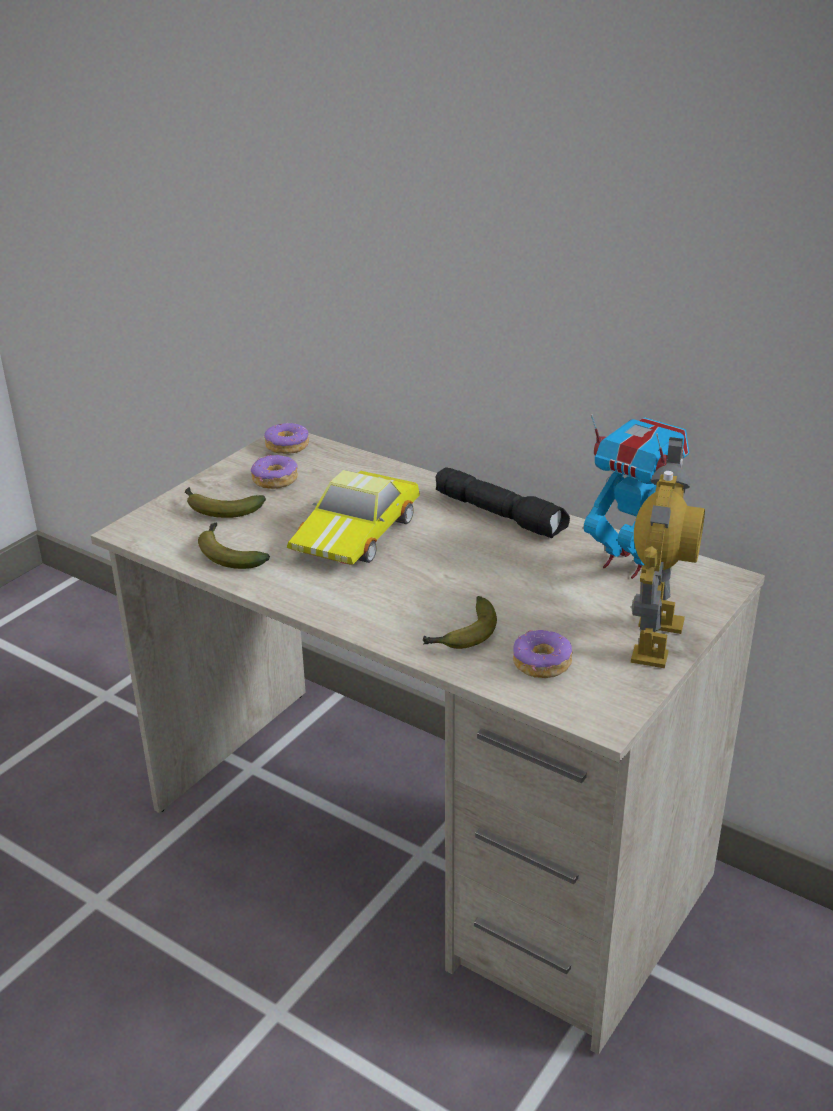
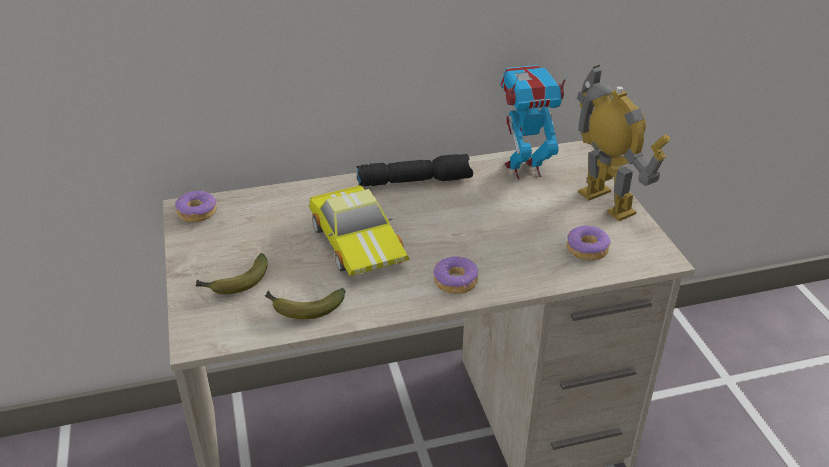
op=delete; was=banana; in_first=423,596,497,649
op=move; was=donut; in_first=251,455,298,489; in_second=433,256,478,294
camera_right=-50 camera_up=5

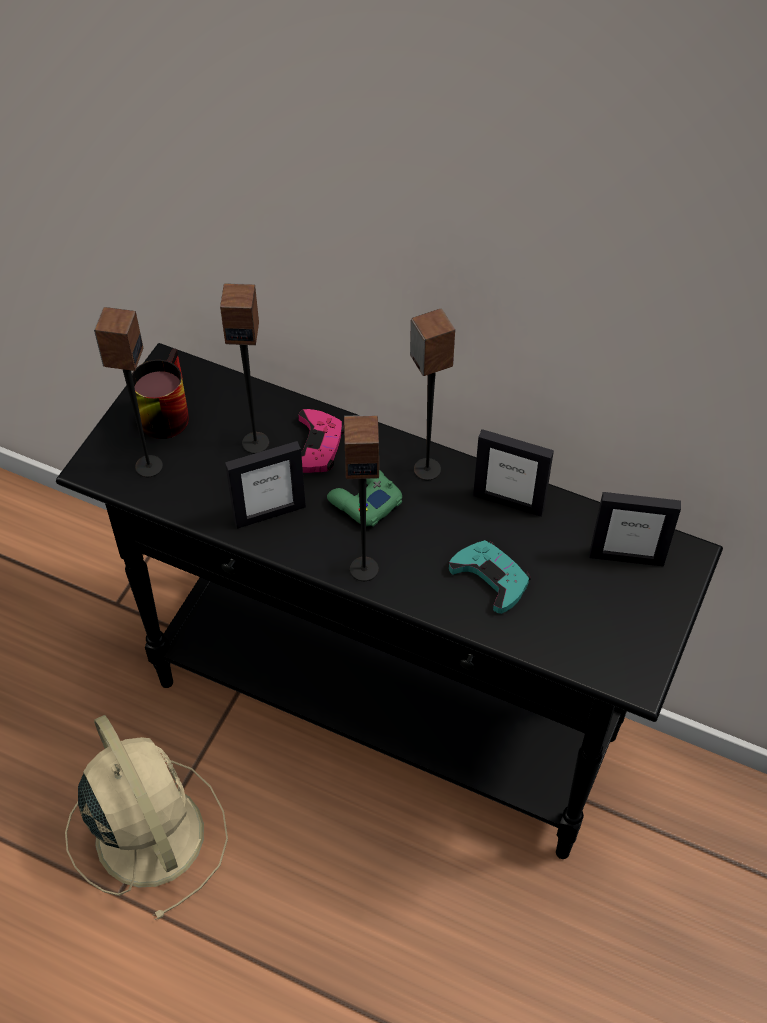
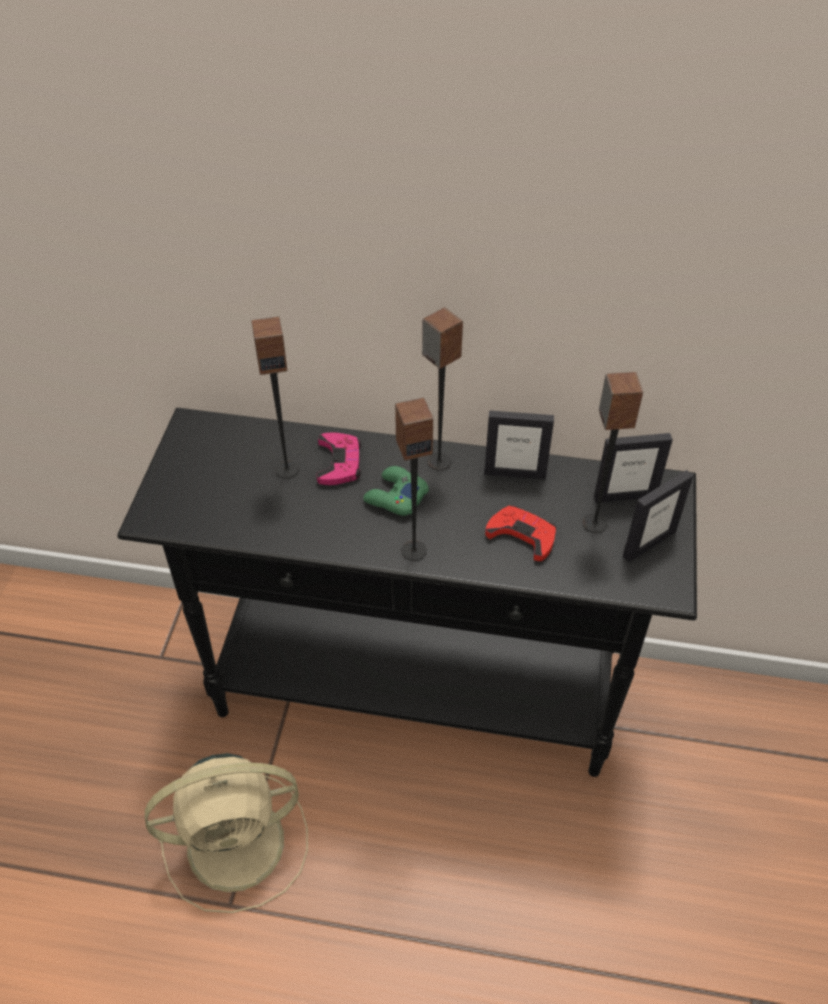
op=delete; was=mug; in_first=132,348,189,439
op=move; was=speaker; in_first=94,307,163,477; in_second=582,372,643,533
op=move; was=picture frame; in_first=225,441,306,529; in_second=623,470,693,562
op=recolor; was=turquoise game controller; now=red game controller; in_first=449,540,531,614; in_second=485,506,556,561
op=rotate; was=beige fan; in_first=65,715,228,920; in_second=145,753,308,913; clockwise=120
camera_right=-15 camera_up=-5

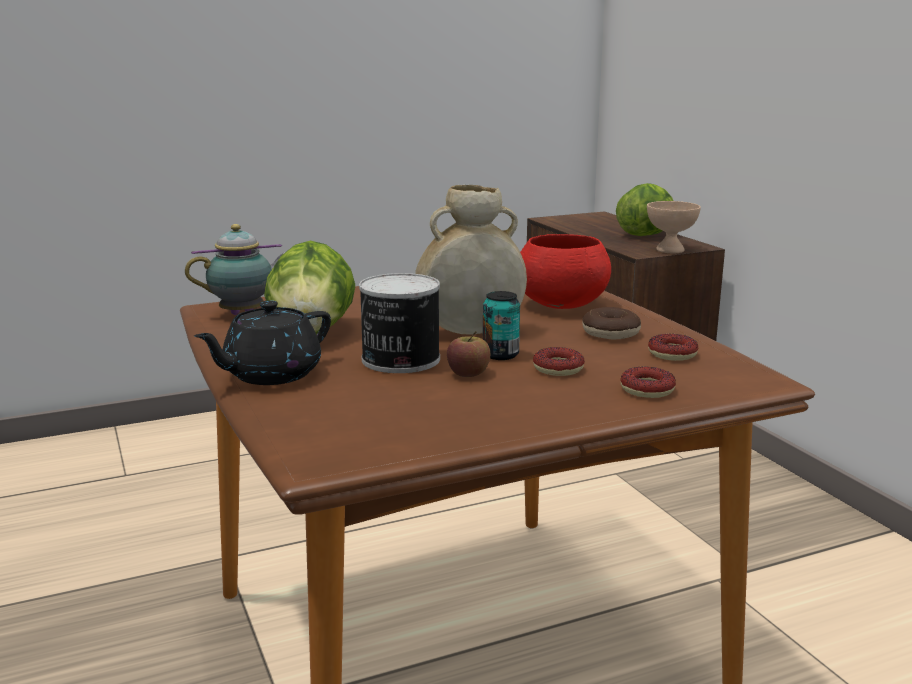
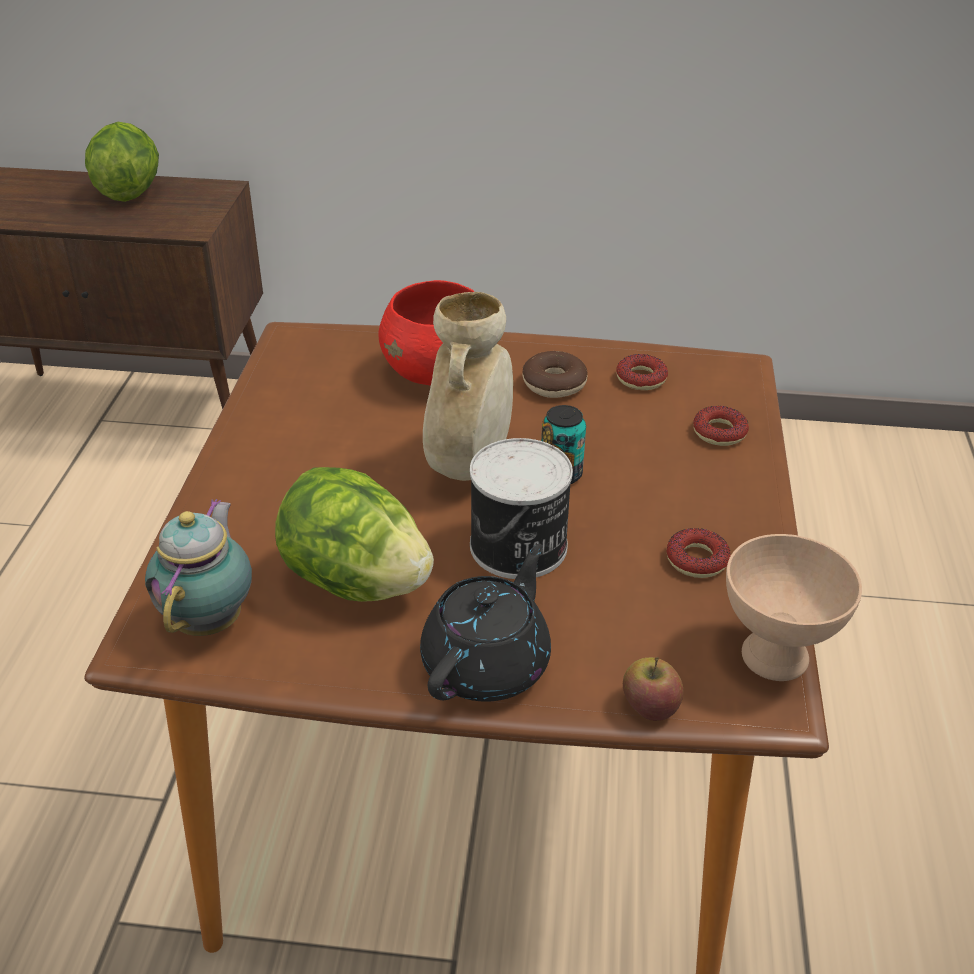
op=move; was=apple; in_first=447,331,490,377; in_second=623,657,684,721
op=move; was=donut; in_first=533,347,585,376; in_second=666,528,731,578
op=move; was=beige bowl; in_first=647,201,701,253; in_second=726,534,862,681
op=rotate; was=black teapot; in_first=194,300,331,385; in_second=420,544,551,702; clockwise=-135
camera_right=-60 camera_up=20

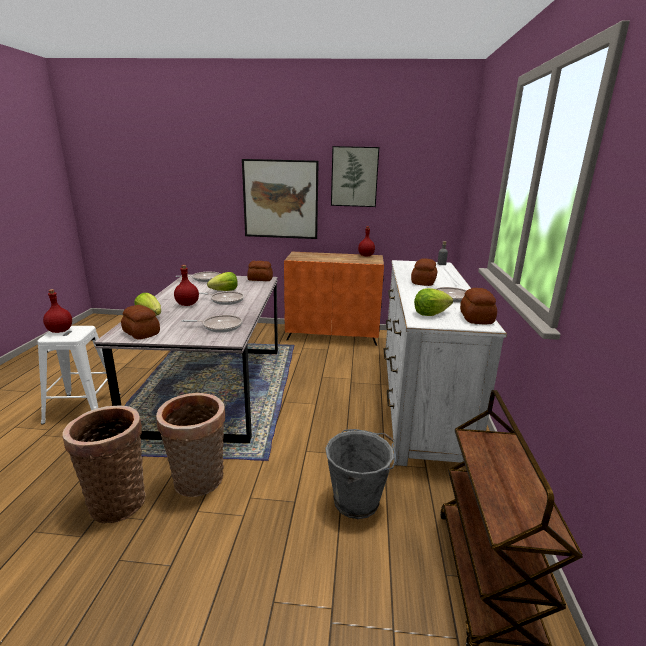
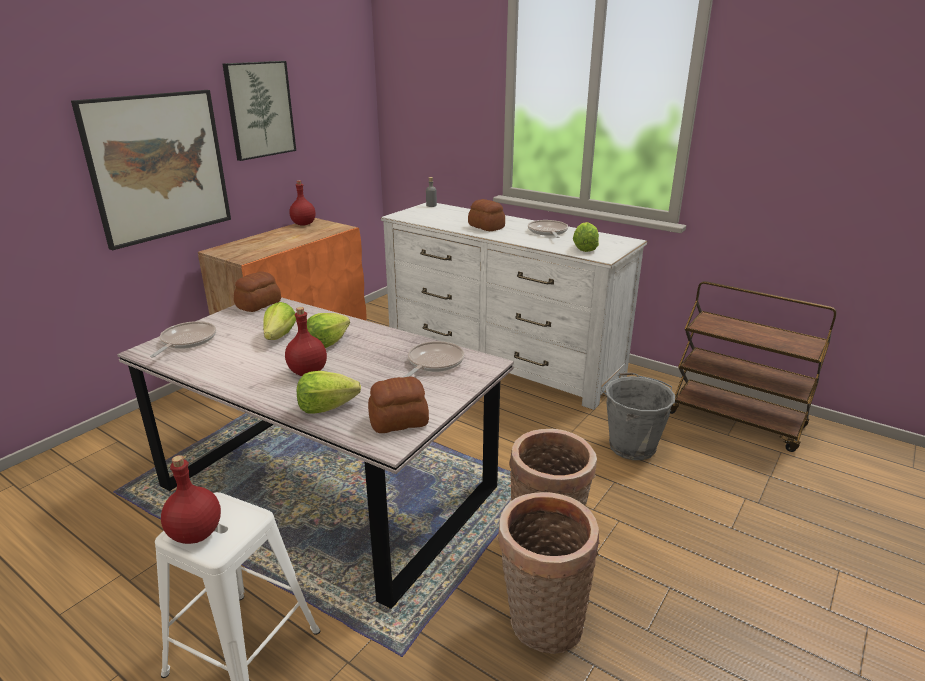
op=delete; was=bread; in_first=460,288,497,324
op=replace; was=frying pan; now=lettuce; in_first=199,291,244,305; in_second=307,313,350,348
camera_right=-60 camera_up=5

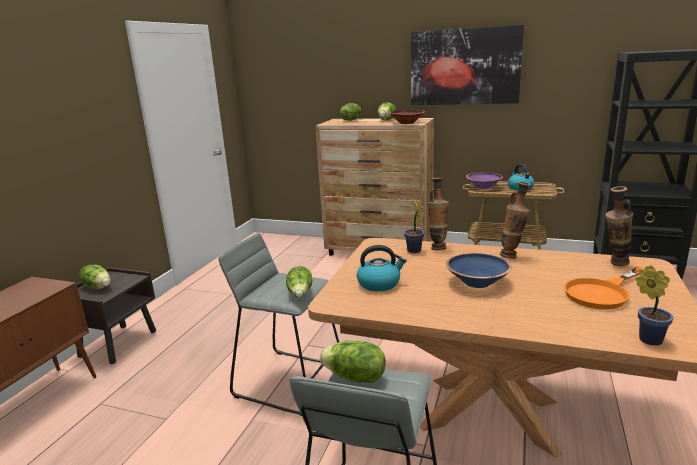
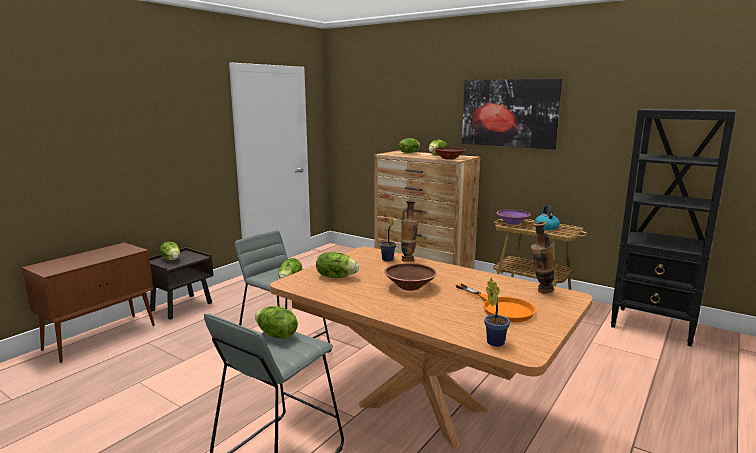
op=delete; was=vase; in_first=500,182,531,259
op=replace; was=kettle; now=lettuce; in_first=357,245,407,292; in_second=316,252,359,278
op=recolor; was=blue bowl; now=brown bowl; in_first=446,253,512,288; in_second=384,263,437,291
op=rotate; was=orange frying pan; in_first=564,267,645,309; in_second=456,283,536,322; clockwise=-105
camera_right=15 camera_up=-5

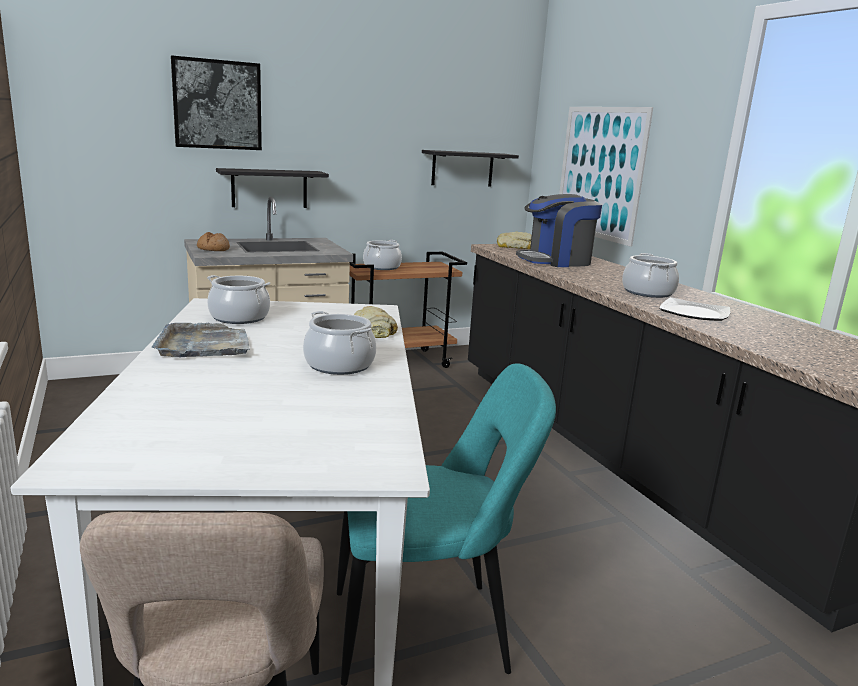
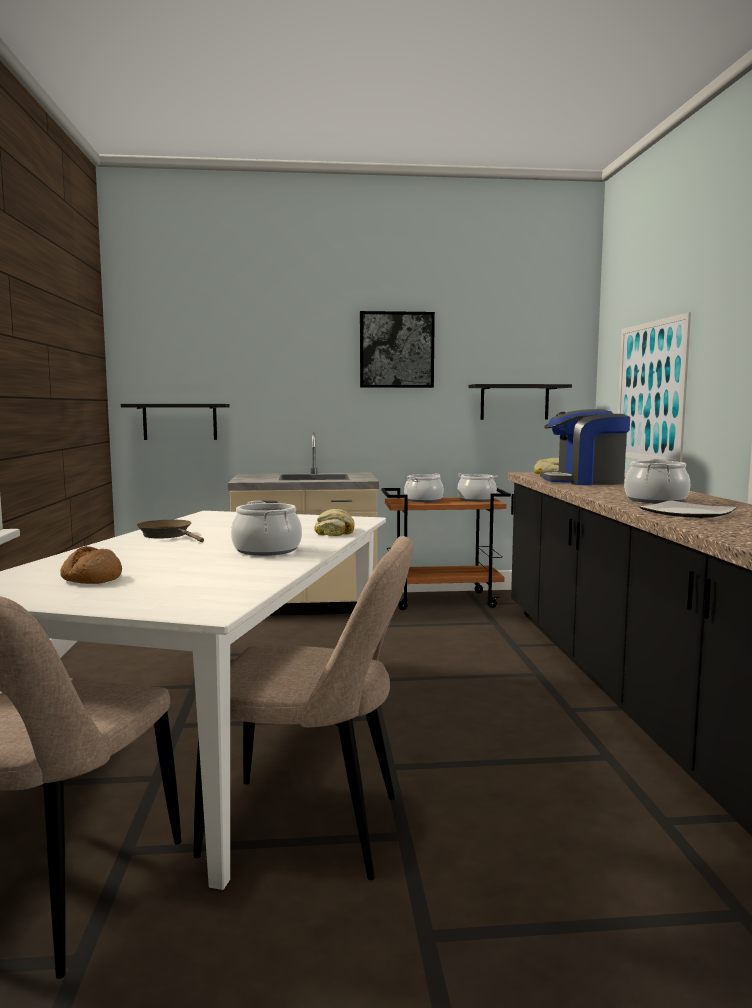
op=move; was=picture; in_first=171,55,262,150; in_second=360,311,435,388
op=move; was=bread; in_first=197,232,230,251; in_second=60,546,122,584
op=move; was=cooking pot; in_first=207,275,270,324; in_second=457,473,498,502
op=move; was=black shelf; in_first=216,168,329,208; in_second=121,404,230,440
op=replace; was=grey tray; now=brown frying pan; in_first=152,323,250,357; in_second=137,520,204,542
op=recolor; was=turquoise chair; now=beige chair; in_first=337,363,556,686; in_second=194,536,413,880
camera_right=20 camera_up=-10

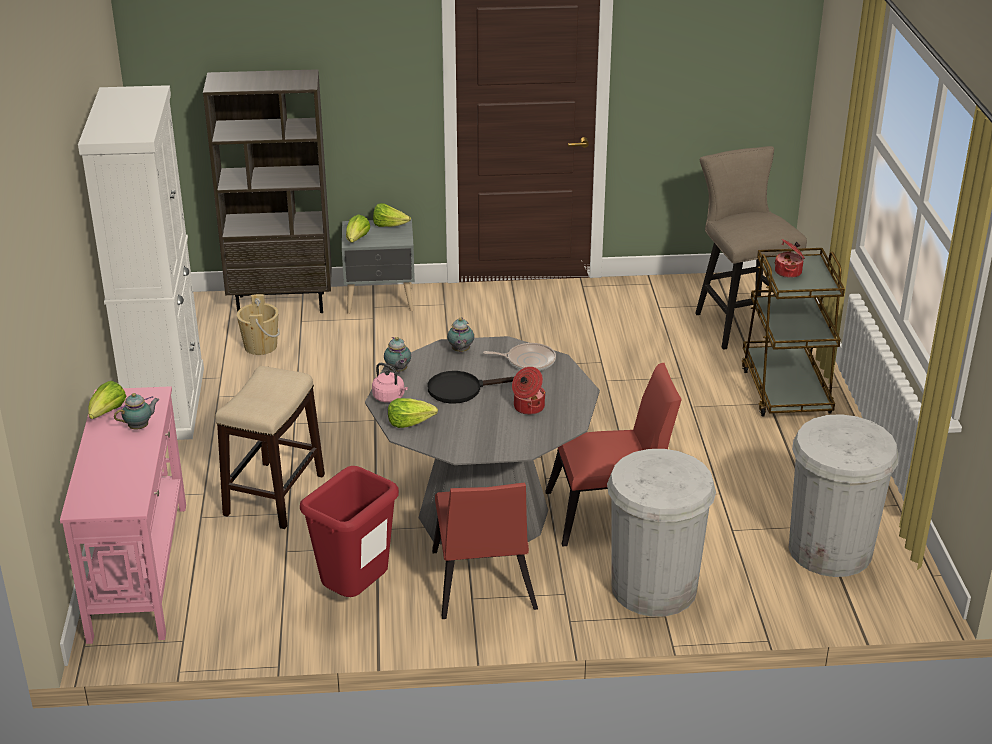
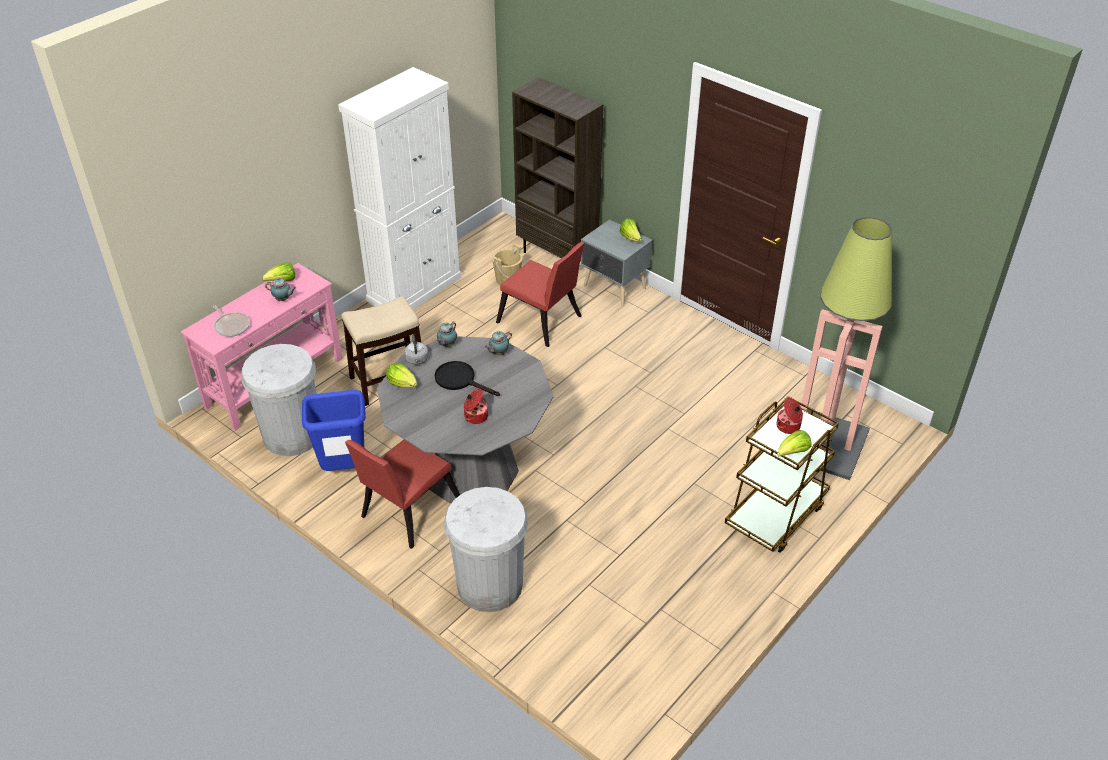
op=move; was=lettuce; in_first=346,214,370,243; in_second=777,430,812,457
op=move; was=frying pan; in_first=483,343,556,371; in_second=213,305,250,337
op=move; was=red chair; in_first=545,363,682,546; in_second=496,242,584,347
op=move; was=white trash can; in_first=789,414,899,577; in_second=241,344,316,456
op=replace; was=beige stool; now=floor lamp; in_first=695,146,807,350; in_second=800,217,892,480
op=recolor; was=red trash can; now=blue trash can; in_first=300,466,399,597; in_second=302,390,366,471
op=recolor; was=pink kettle; now=grey kettle; in_first=372,363,408,403; in_second=405,334,428,364
camera_right=45 camera_up=10

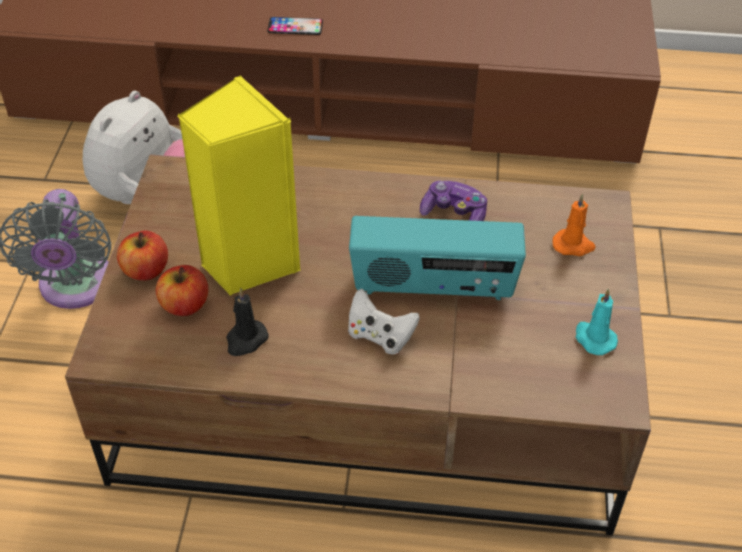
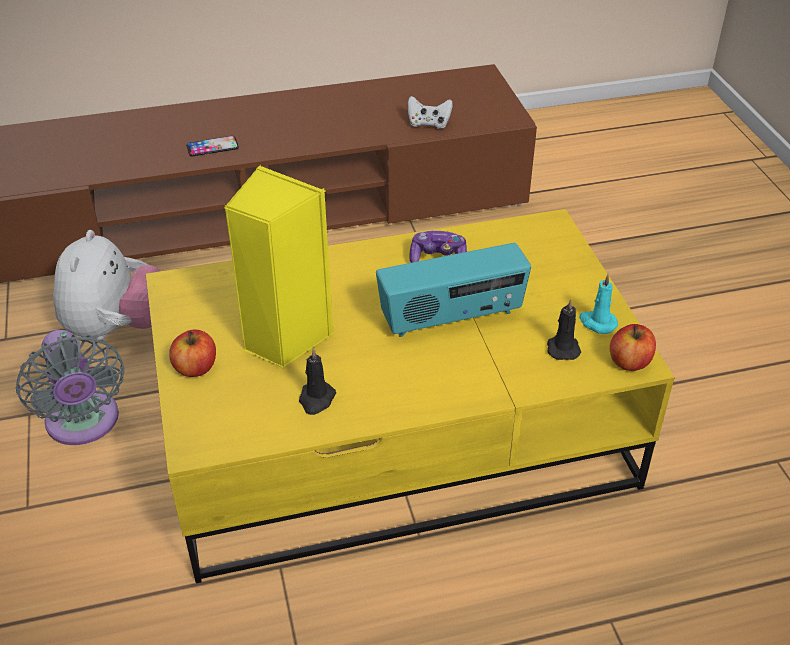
op=delete; was=orange candle; in_first=553,194,596,256
op=insert; now=black candle; in_second=547,299,581,360
op=move; was=apple; in_first=156,265,208,316; in_second=610,324,656,371
op=move; was=white game controller; in_first=348,289,420,354; in_second=408,96,453,129
op=recolor; was=brown coffee table; now=yellow coffee table; in_first=65,154,651,535; in_second=146,209,675,583
camera_right=-20 camera_up=-5

